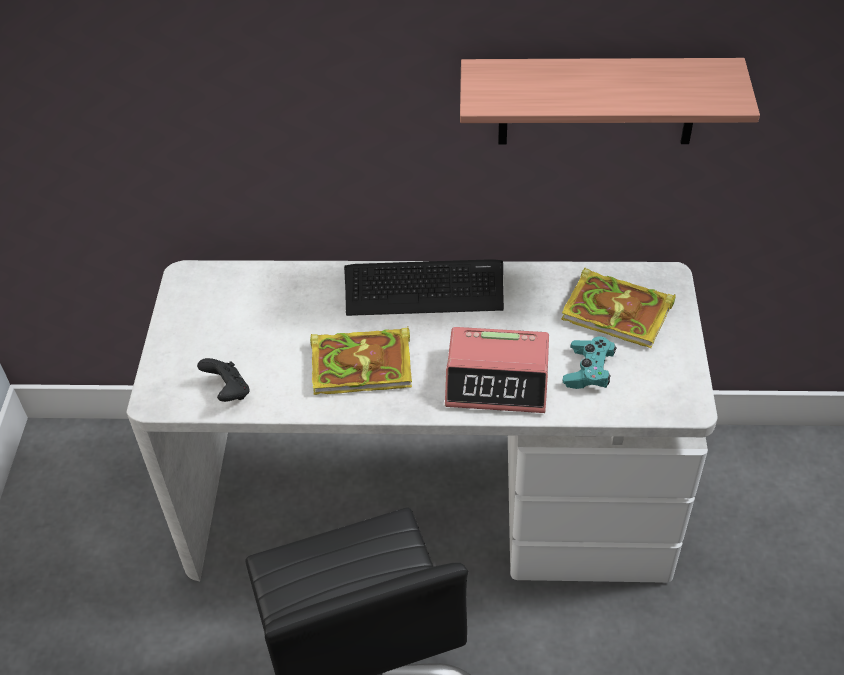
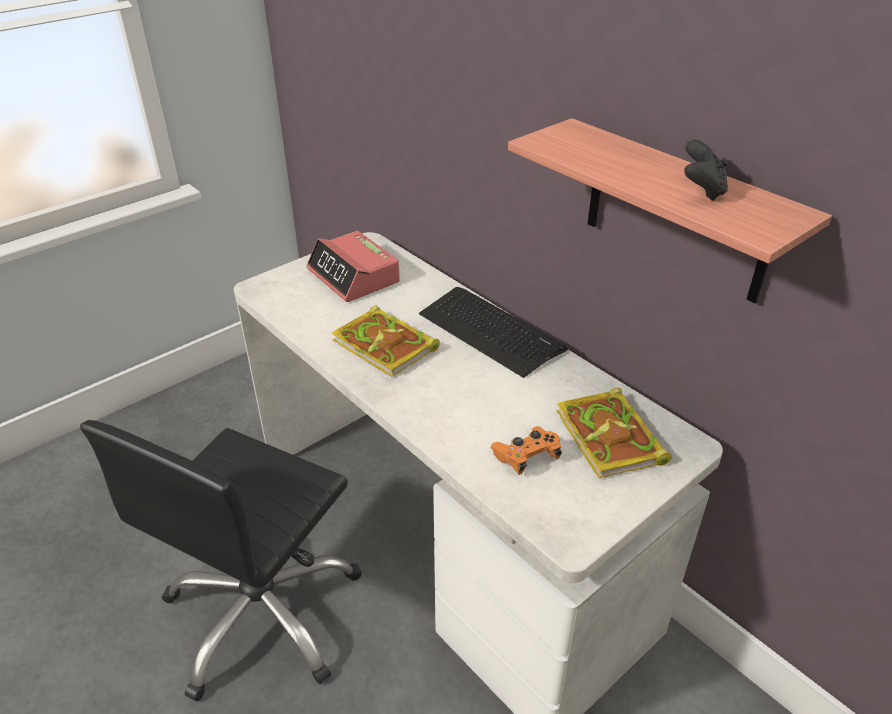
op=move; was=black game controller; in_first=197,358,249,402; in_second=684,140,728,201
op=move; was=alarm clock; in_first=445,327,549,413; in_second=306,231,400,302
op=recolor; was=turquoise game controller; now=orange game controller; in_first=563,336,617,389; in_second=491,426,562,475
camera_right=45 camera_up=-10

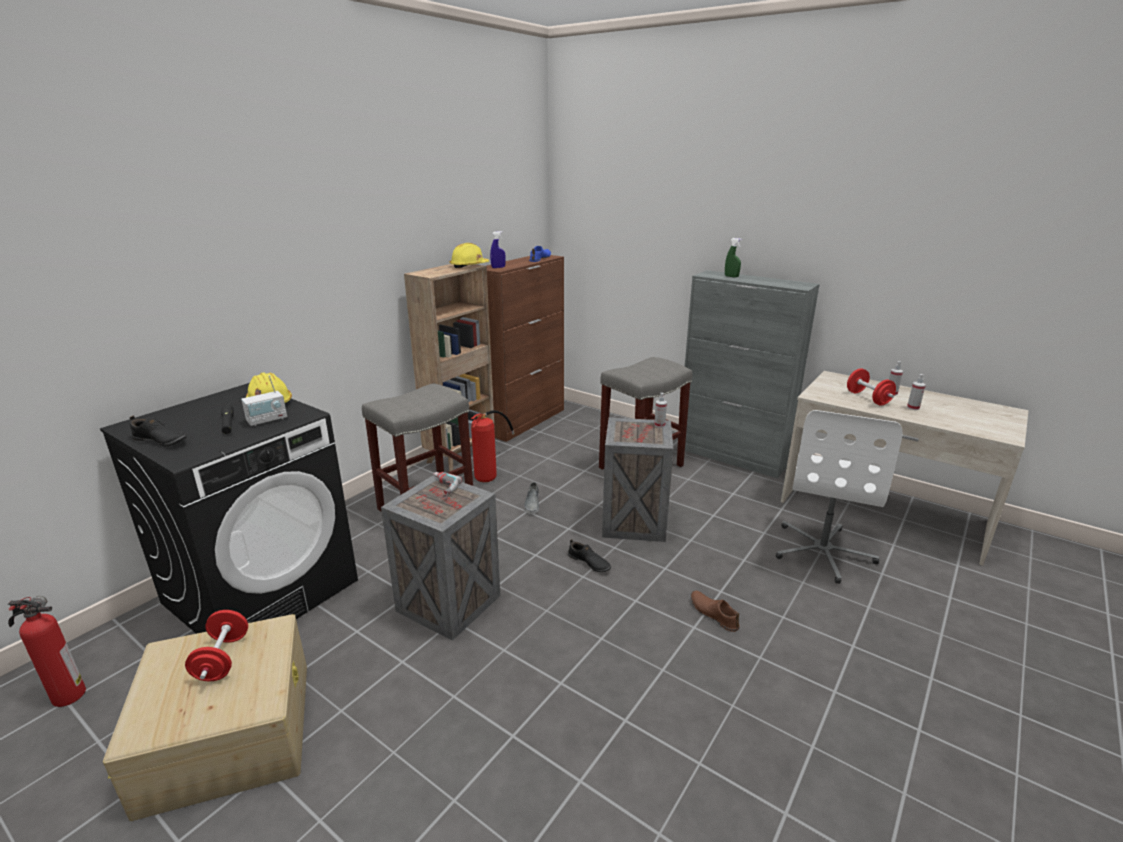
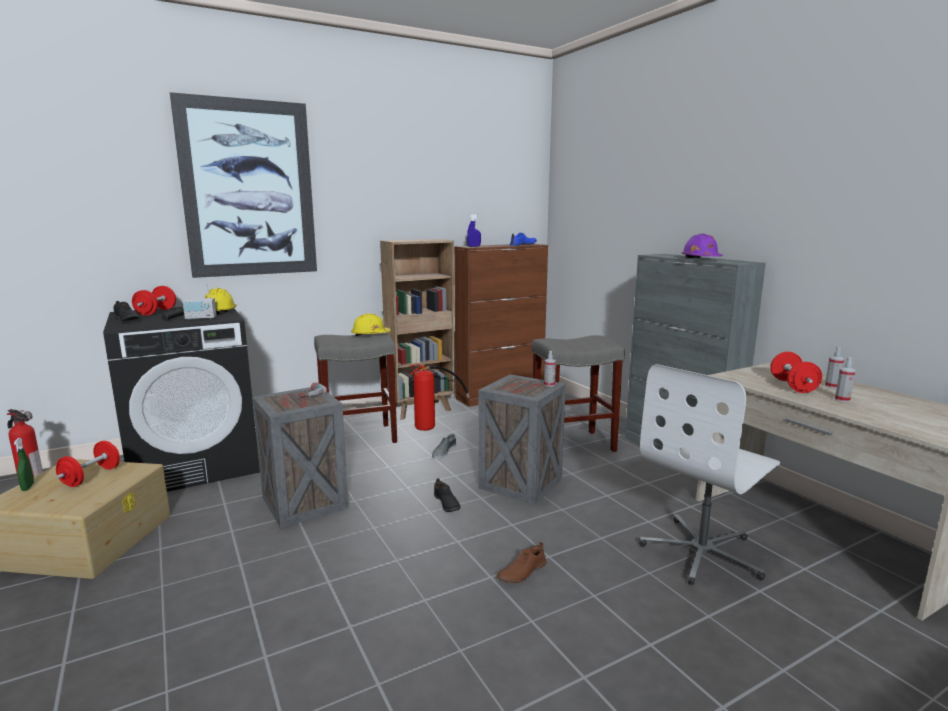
op=insert; now=red dumbbell; in_second=132,286,176,316
op=insert; now=picture; in_second=170,92,317,278
op=insert; now=purple hard hat; in_second=682,234,723,258
op=move; was=yellow hard hat; in_first=450,243,489,268; in_second=351,313,391,336
op=move; was=green spray bottle; in_first=725,238,742,277; in_second=14,438,34,491
op=rotate; was=brown shoe; in_first=691,591,739,632; in_second=496,542,547,583; clockwise=-120
camera_right=25 camera_up=-10

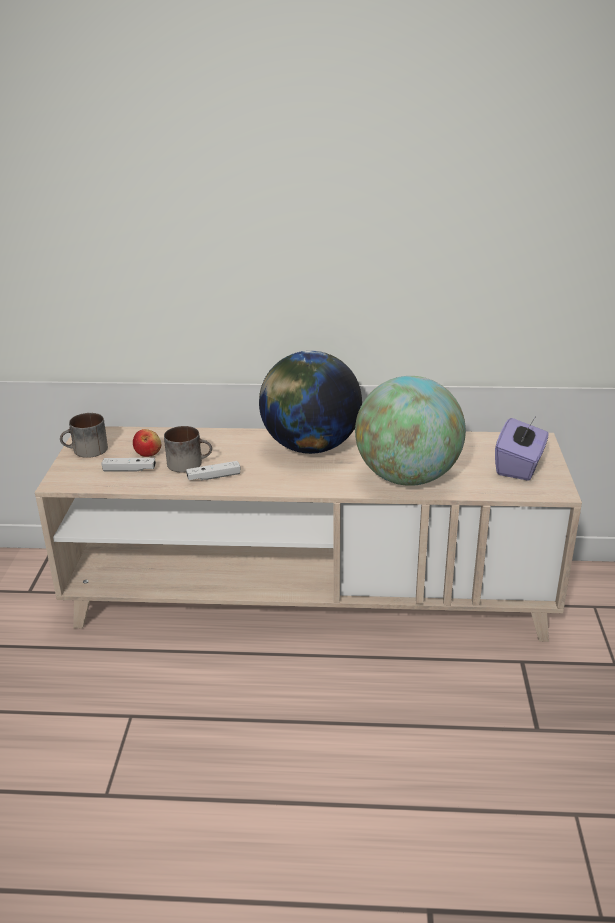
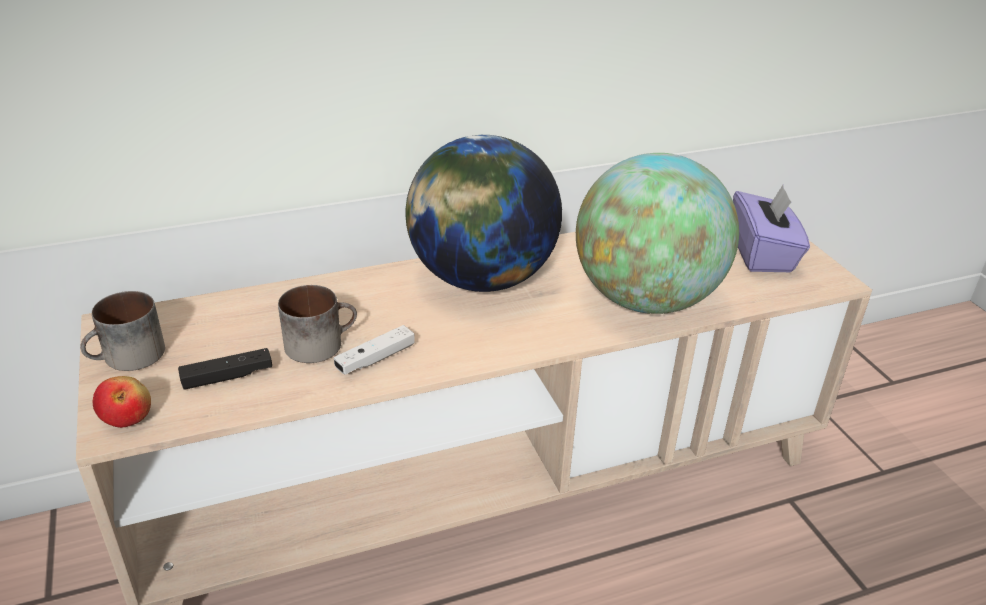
op=move; was=apple; in_first=133,429,161,457; in_second=93,376,151,428
op=recolor; was=white game controller; now=black game controller; in_first=101,458,156,471; in_second=178,348,272,389
camera_right=-25 camera_up=5

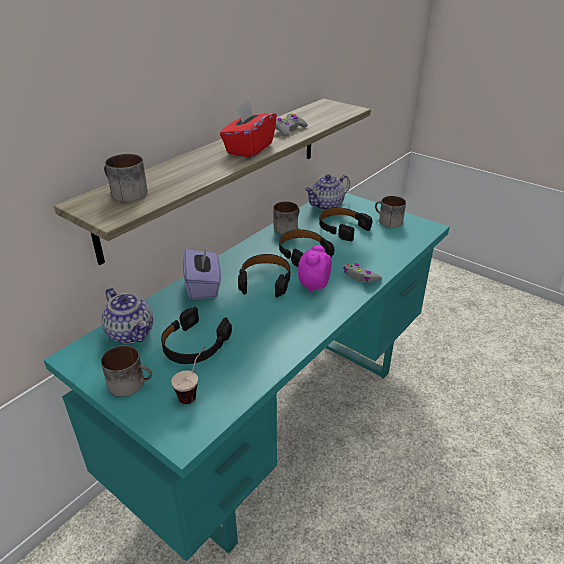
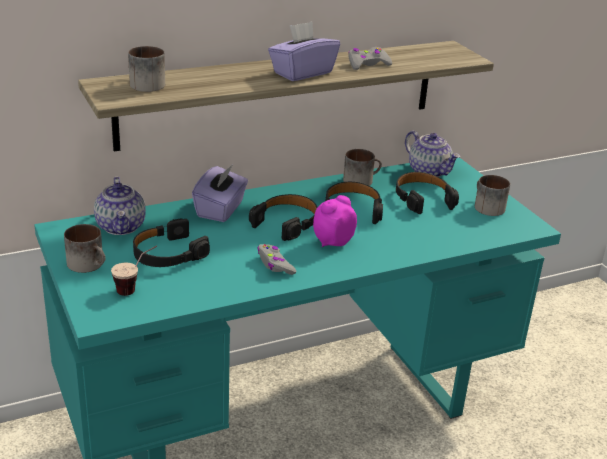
op=move; was=grey game controller; in_first=343,263,382,283; in_second=257,244,296,275
op=recolor; was=red tissue box; now=purple tissue box; in_first=220,100,277,158; in_second=268,21,340,81
op=rotate; was=teapot; in_first=305,174,350,210; in_second=405,131,460,177; clockwise=-120
camera_right=25 camera_up=-5

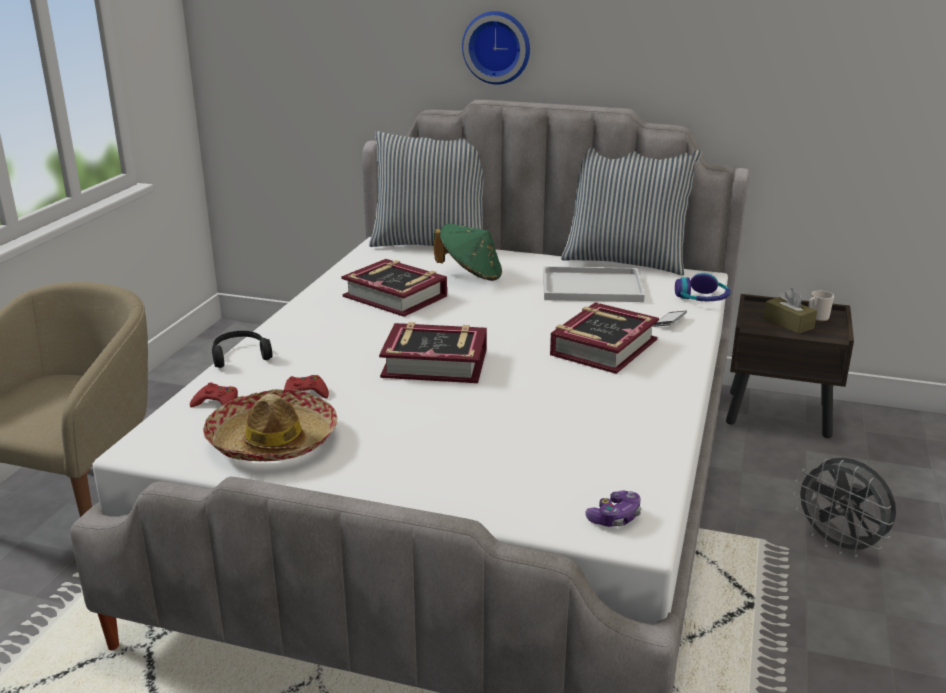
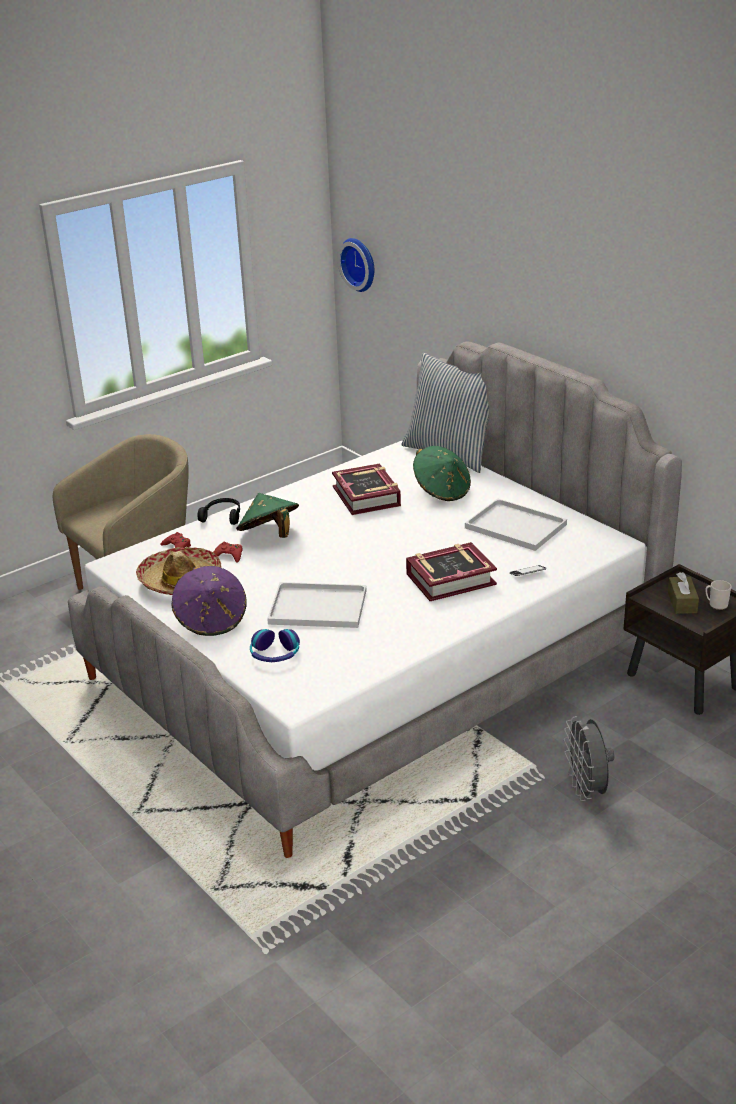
op=delete; was=book; in_first=379,322,487,383
op=delete; was=pillow; in_first=561,147,702,276
op=delete; was=game controller; in_first=586,491,641,527
op=insert; now=purple hat; in_second=172,566,247,636
op=insert; now=green hat; in_second=236,493,299,538
op=insert; now=white tray; in_second=267,582,367,628
op=move; was=wall clock; in_first=462,11,530,85; in_second=338,238,374,292
op=move; was=headphones; in_first=675,273,731,301; in_second=250,629,300,662
camera_right=35 camera_up=5

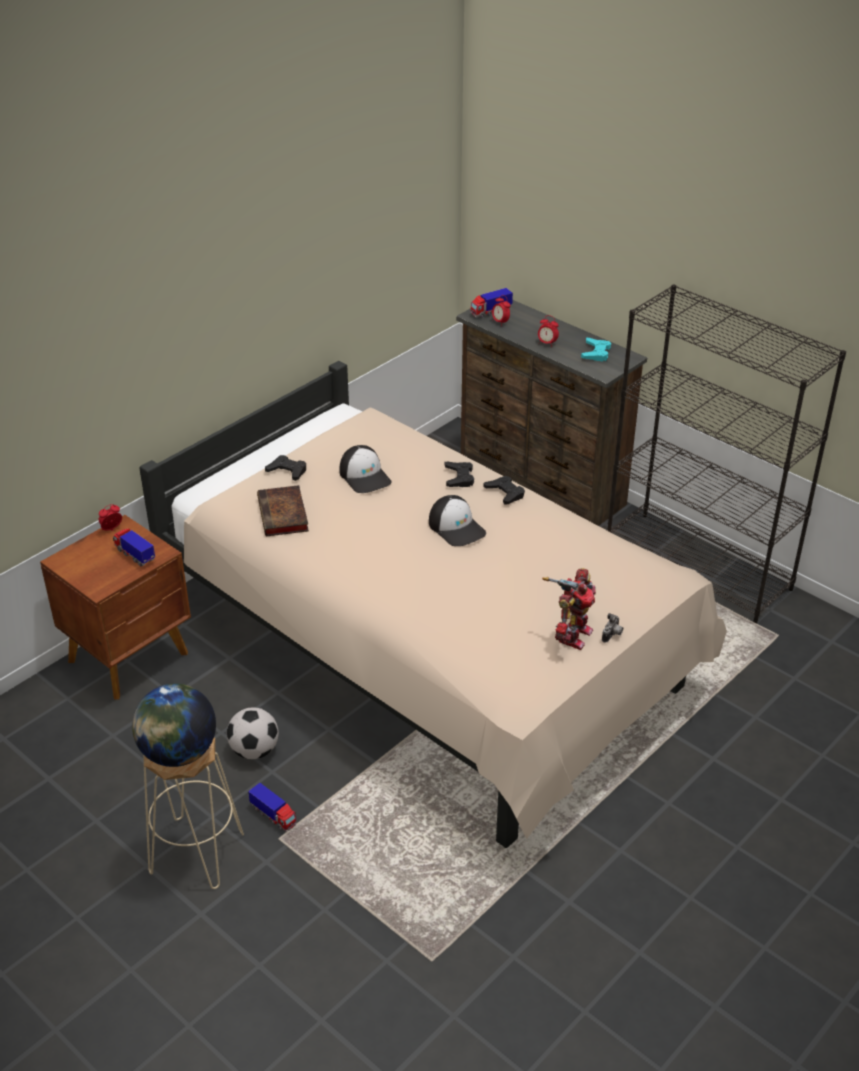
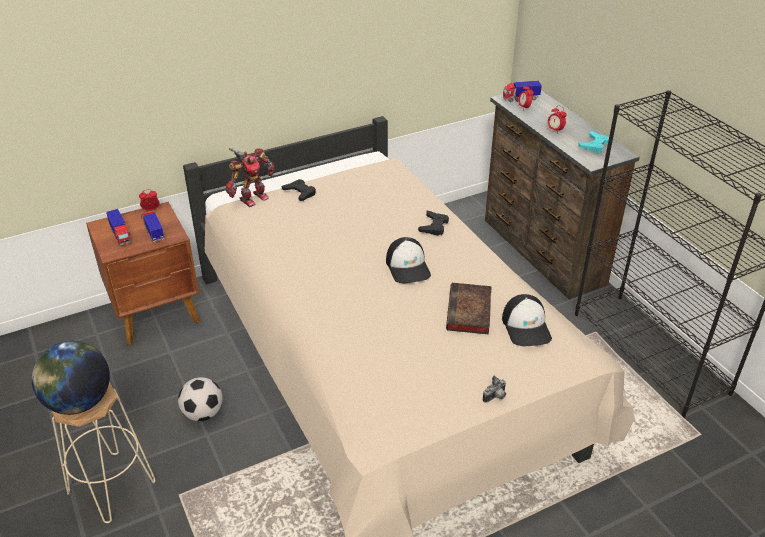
op=delete; was=black game controller; in_first=483,476,525,504
op=move; was=toy truck; in_first=248,783,296,832; in_second=106,209,131,245
op=move; was=book; in_first=257,485,309,536; in_second=446,283,492,335
op=move; was=cap; in_first=340,445,391,493; in_second=502,294,552,346
op=move; was=toy robot; in_first=542,568,596,650; in_second=225,148,275,207
camera_right=20 camera_up=0

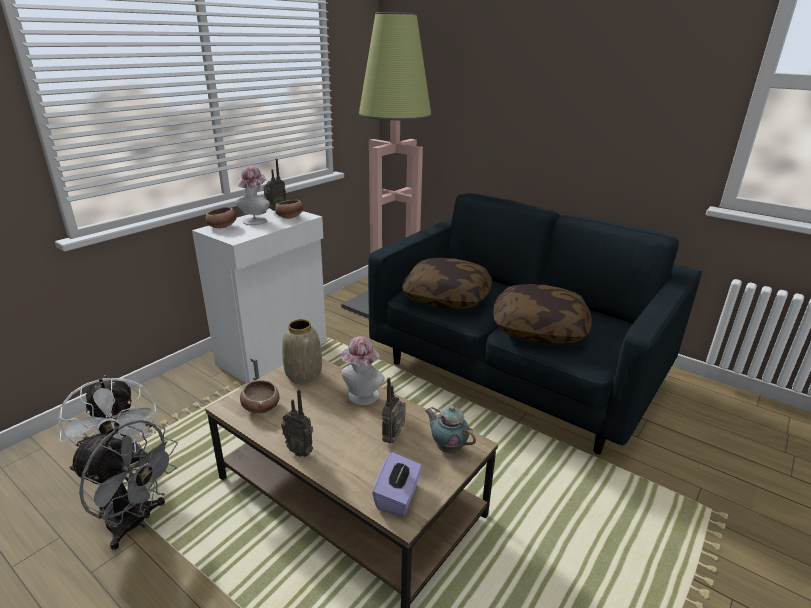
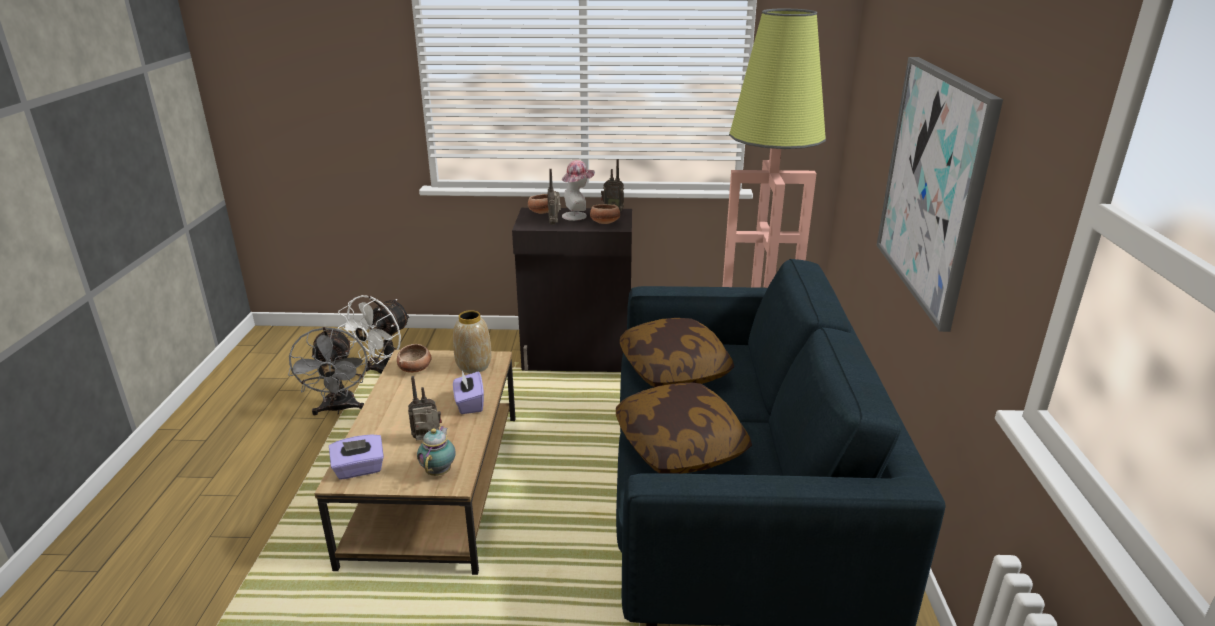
op=insert; now=picture; in_second=876,57,1003,332
op=move; was=radio; in_first=281,389,313,457; in_second=547,169,561,225
op=replace; was=hat; now=purple tissue box; in_first=341,336,385,405; in_second=453,371,484,414
op=recolor; was=white cabinet; now=black cabinet; in_first=192,208,327,383; in_second=512,208,632,372
camera_right=55 camera_up=0

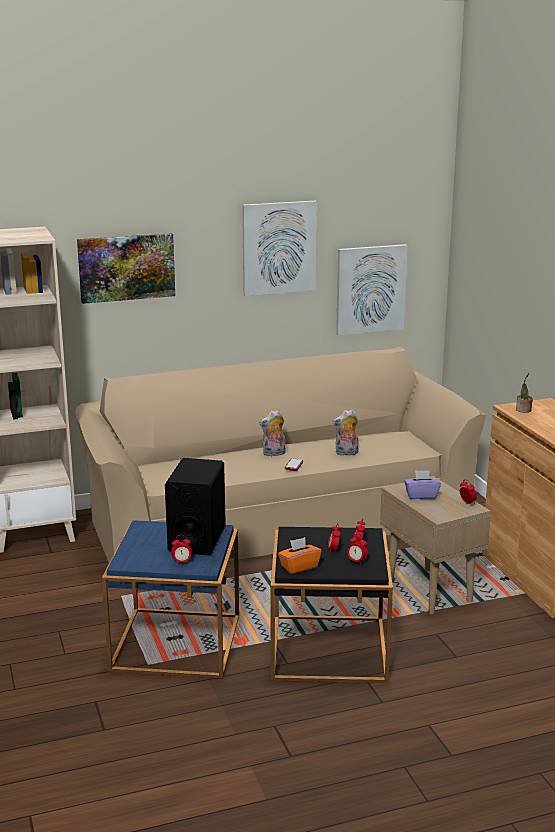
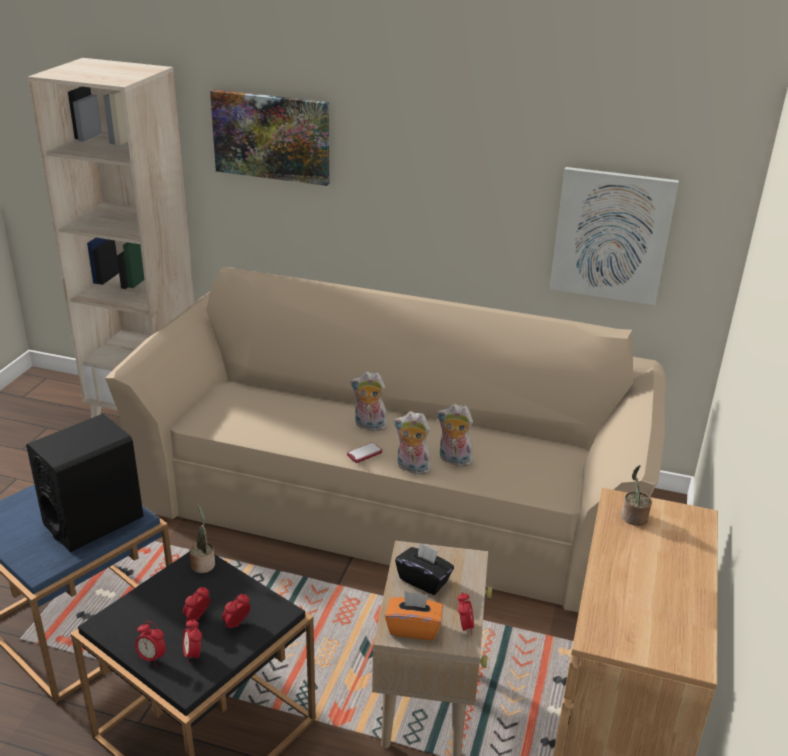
op=delete; was=picture; in_first=242,201,317,296
op=insert; now=potted plant; in_second=189,504,215,573
op=insert; now=plush toy; in_second=393,411,431,474
op=move; was=alarm clock; in_first=171,535,192,566; in_second=135,621,166,666
op=move; was=orange tissue box; in_first=278,537,321,574; in_second=385,591,443,640
op=recolor; was=purple tissue box; now=black tissue box; in_first=404,470,441,499; in_second=395,543,454,595
camera_right=35 camera_up=10

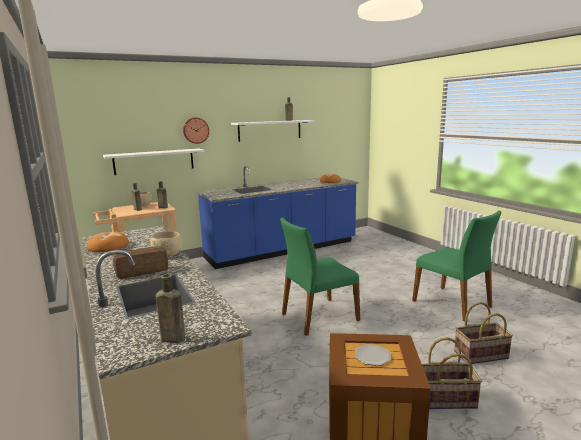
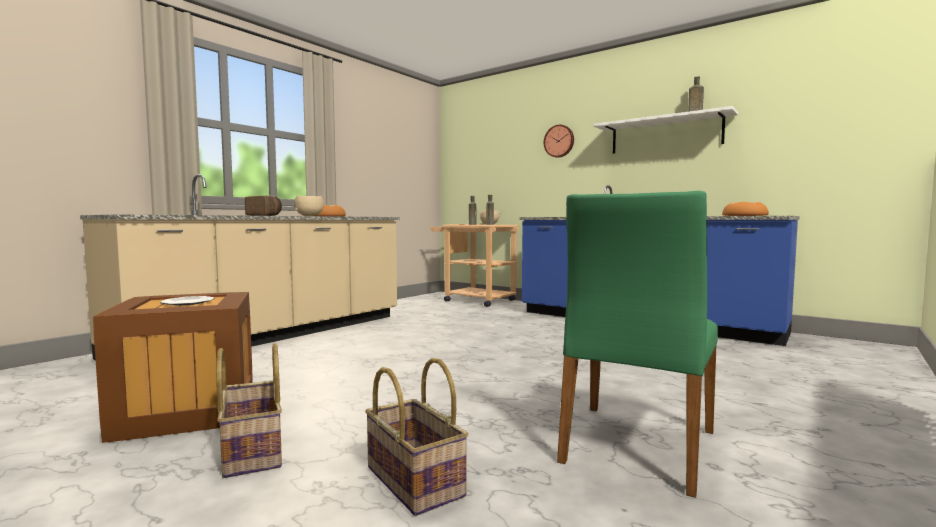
op=delete; was=white shelf; in_first=103,149,205,175
op=delete; was=brown bottle; in_first=156,274,185,343
op=delete; was=green chair; in_first=280,217,360,336
camera_right=65 camera_up=-10

